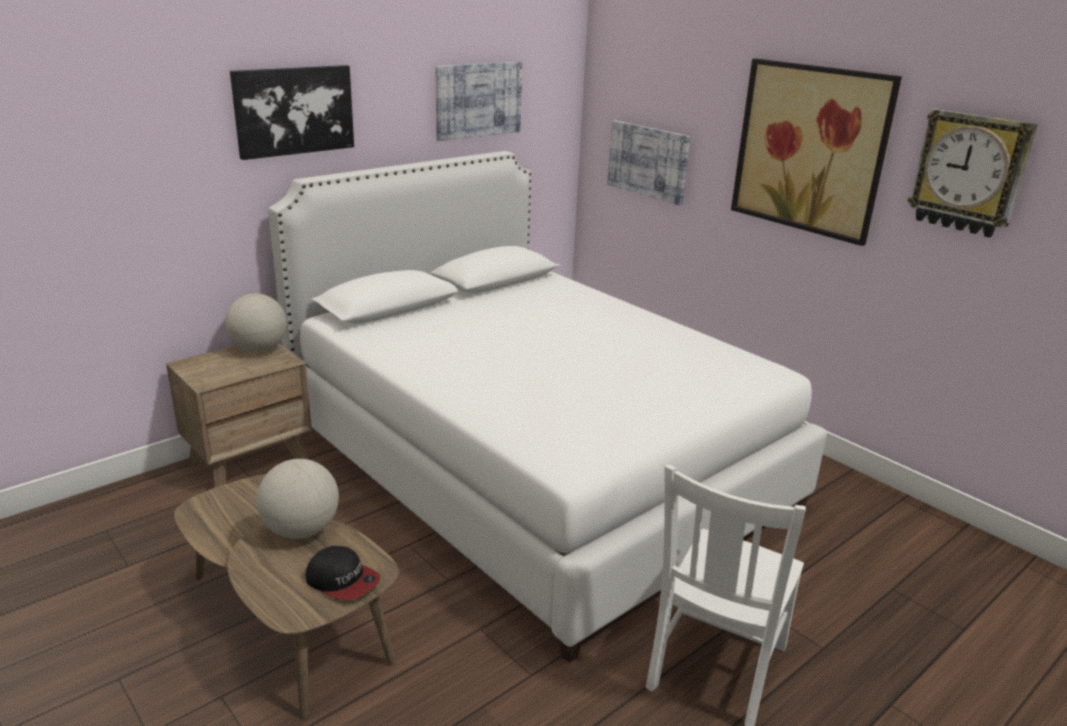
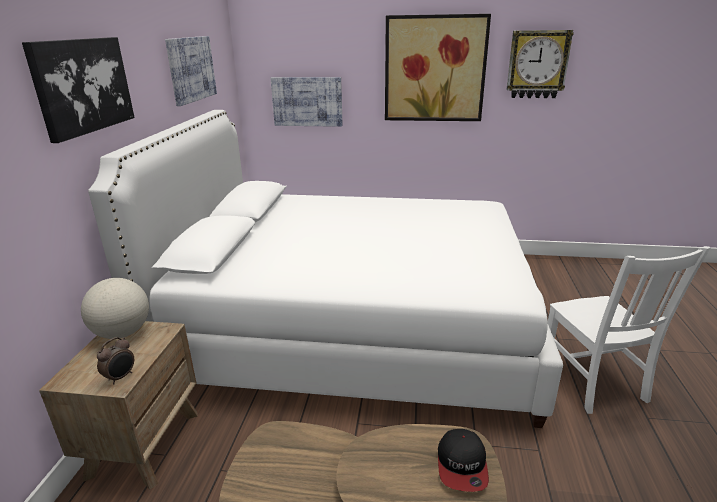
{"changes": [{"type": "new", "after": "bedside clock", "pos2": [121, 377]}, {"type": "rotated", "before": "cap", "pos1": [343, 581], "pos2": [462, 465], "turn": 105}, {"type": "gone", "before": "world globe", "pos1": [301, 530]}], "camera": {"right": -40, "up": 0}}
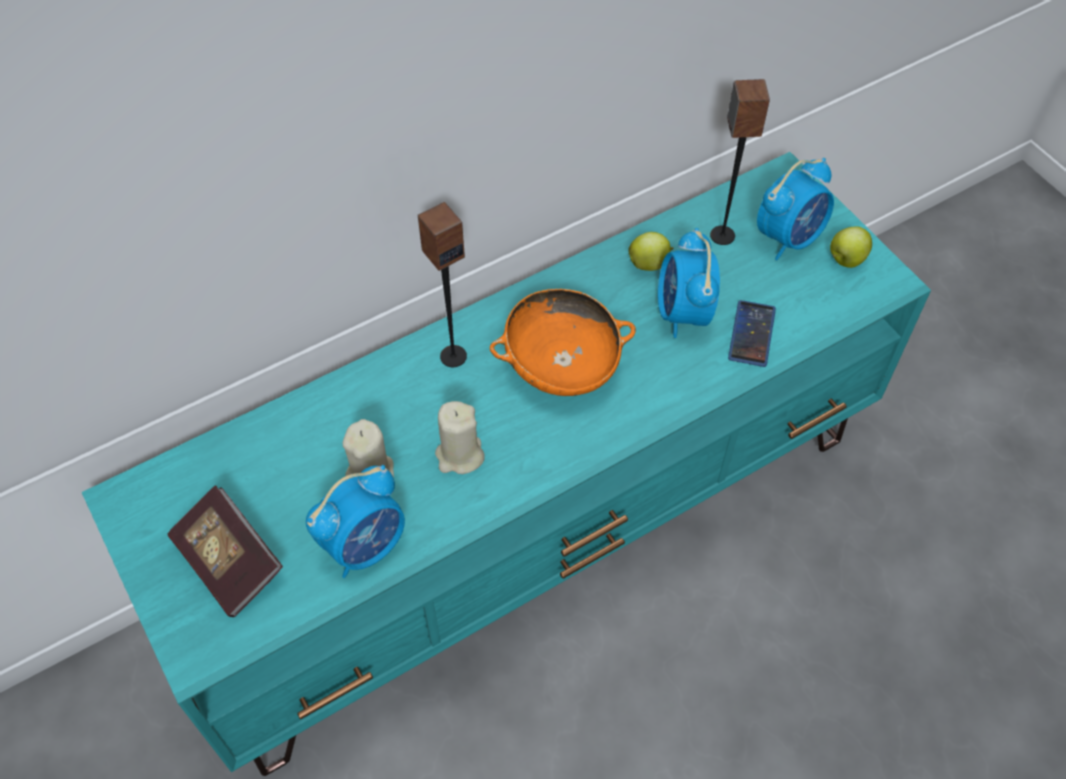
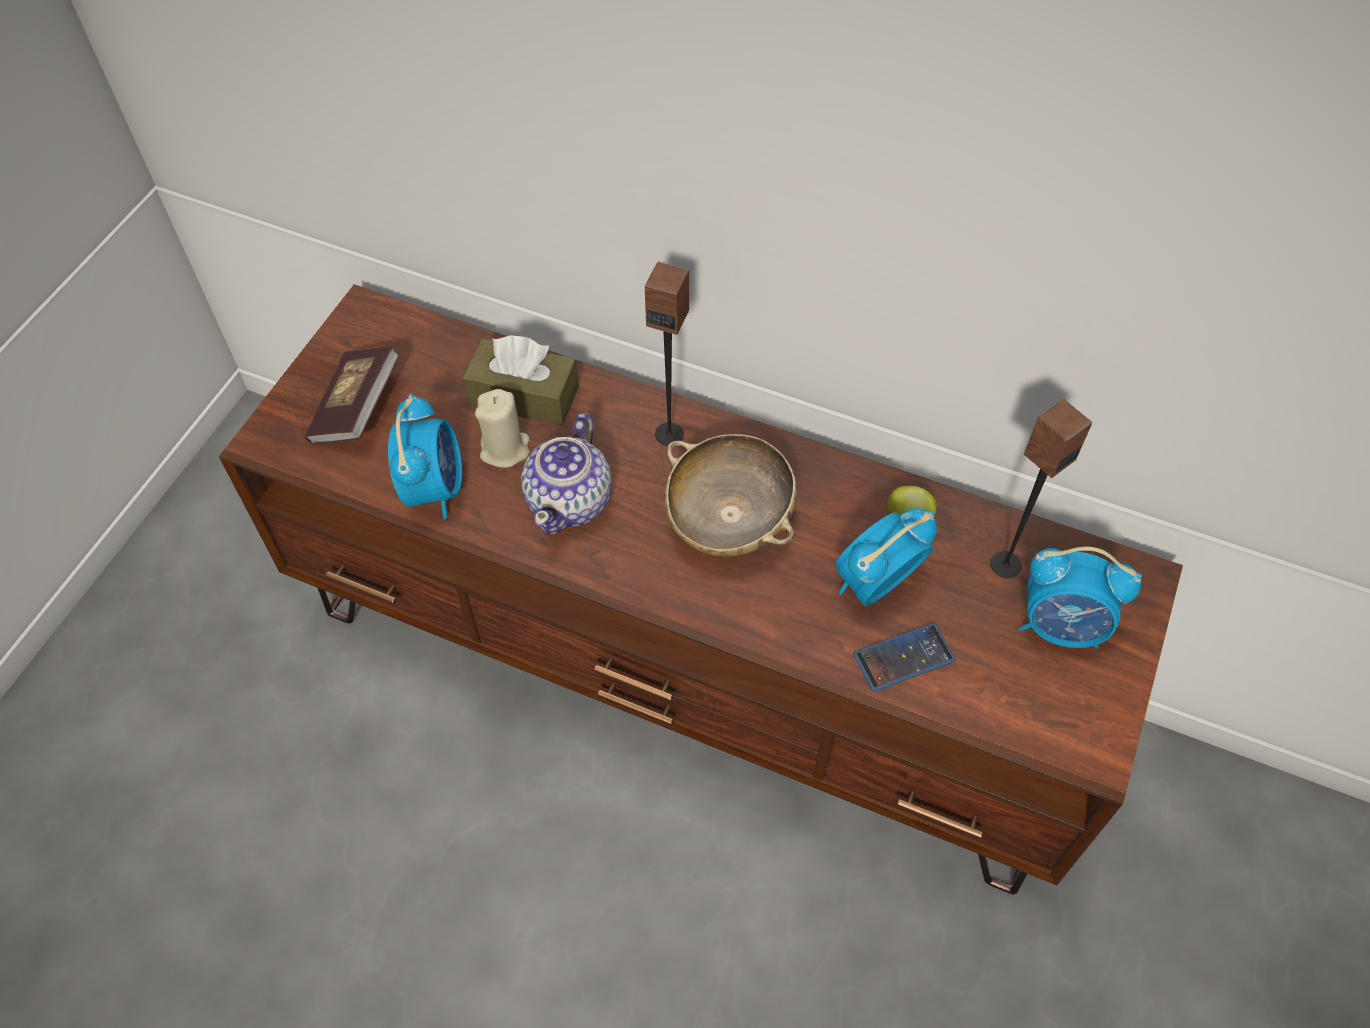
{"changes": [{"type": "repainted", "before": "blue-green tv stand", "after": "brownish tv stand", "pos1": [533, 528], "pos2": [689, 668]}, {"type": "rotated", "before": "bedside clock", "pos1": [365, 545], "pos2": [434, 488], "turn": -105}, {"type": "new", "after": "brownish tissue box", "pos2": [524, 396]}, {"type": "swapped", "before": "sand-coloured wax candle", "after": "teapot", "pos1": [459, 455], "pos2": [570, 500]}, {"type": "repainted", "before": "orangey deep dish", "after": "sand-coloured deep dish", "pos1": [562, 365], "pos2": [729, 520]}, {"type": "gone", "before": "whole apple", "pos1": [846, 259]}], "camera": {"right": 55, "up": 0}}
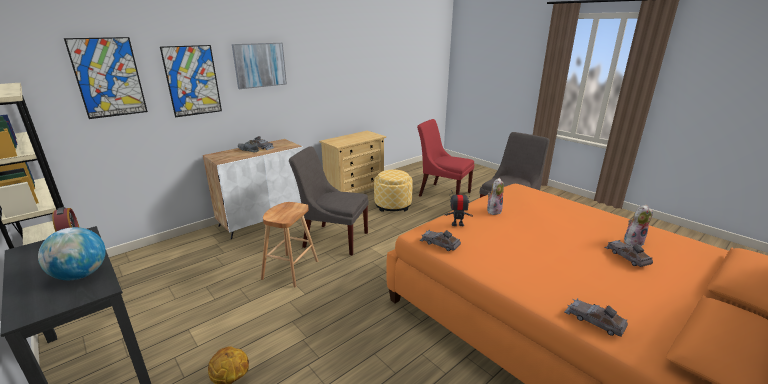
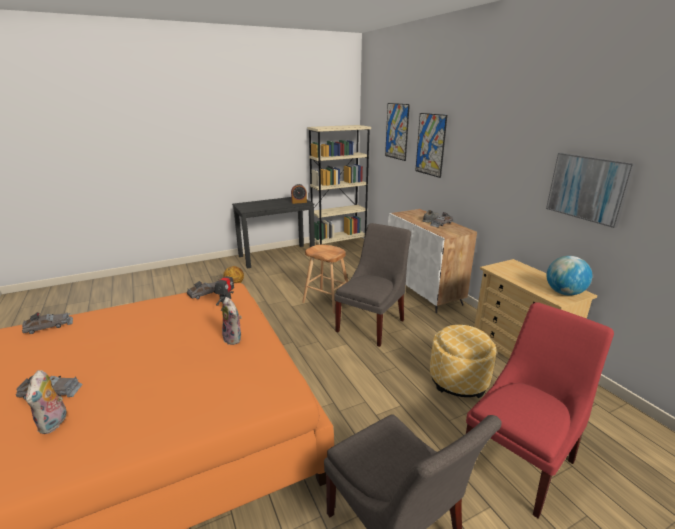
{"changes": [{"type": "shifted", "before": "wall art", "pos1": [260, 65], "pos2": [587, 188]}, {"type": "shifted", "before": "world globe", "pos1": [81, 275], "pos2": [564, 293]}], "camera": {"right": 105, "up": 0}}
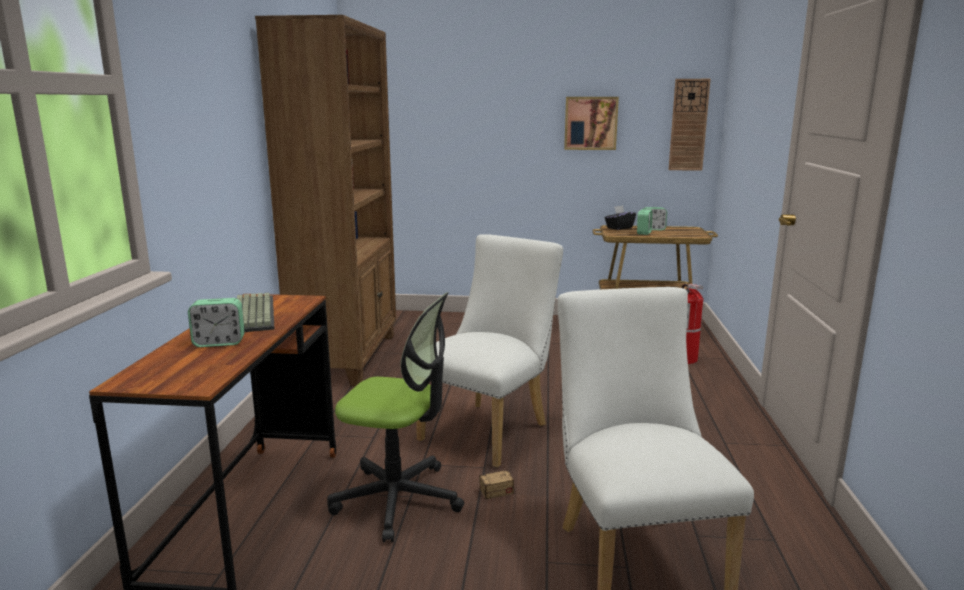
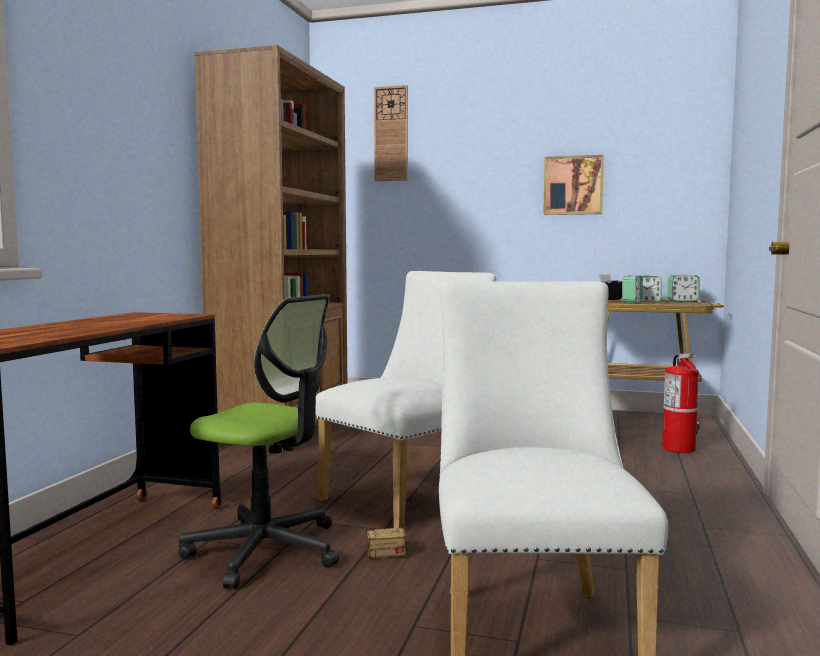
{"changes": [{"type": "shifted", "before": "wall clock", "pos1": [688, 125], "pos2": [391, 134]}, {"type": "shifted", "before": "bedside clock", "pos1": [219, 343], "pos2": [682, 300]}, {"type": "gone", "before": "PC keyboard", "pos1": [251, 314]}], "camera": {"right": 10, "up": -10}}
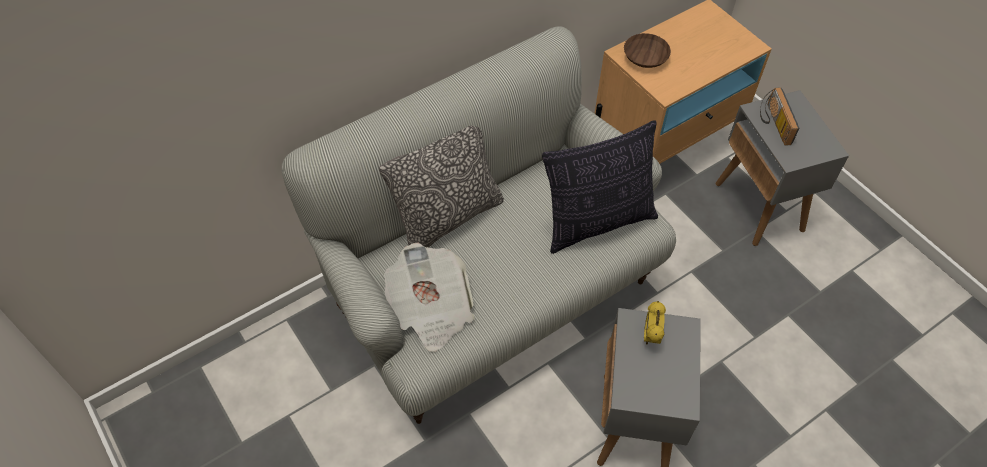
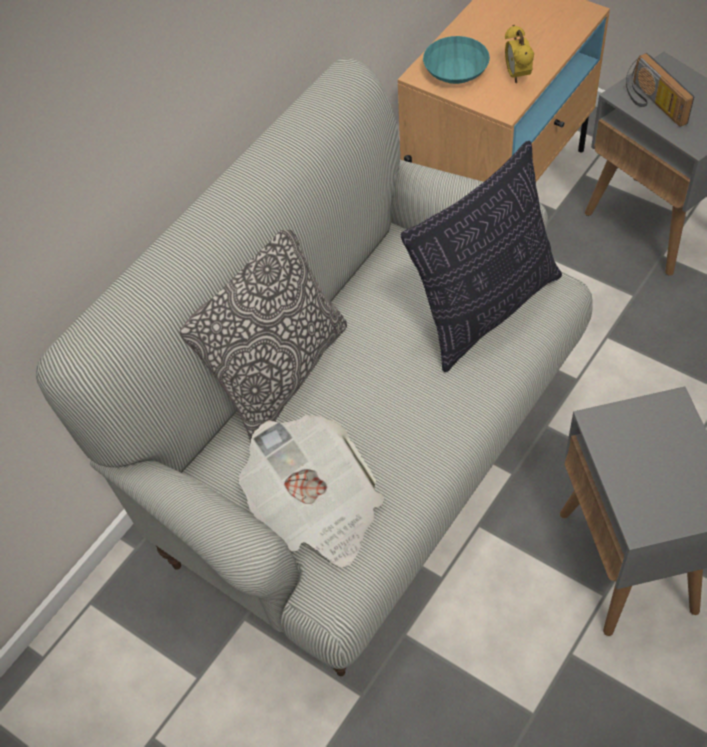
{"changes": [{"type": "repainted", "before": "brownish deep dish", "after": "blue-green deep dish", "pos1": [645, 59], "pos2": [456, 72]}, {"type": "shifted", "before": "bedside clock", "pos1": [650, 336], "pos2": [517, 75]}], "camera": {"right": -15, "up": 0}}
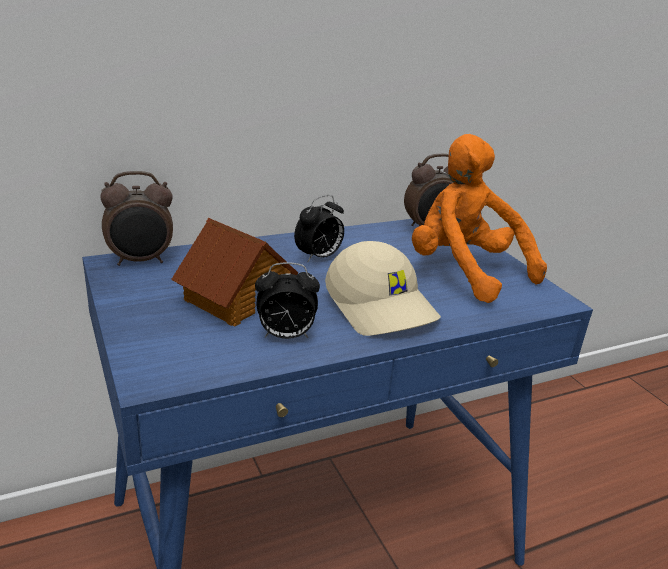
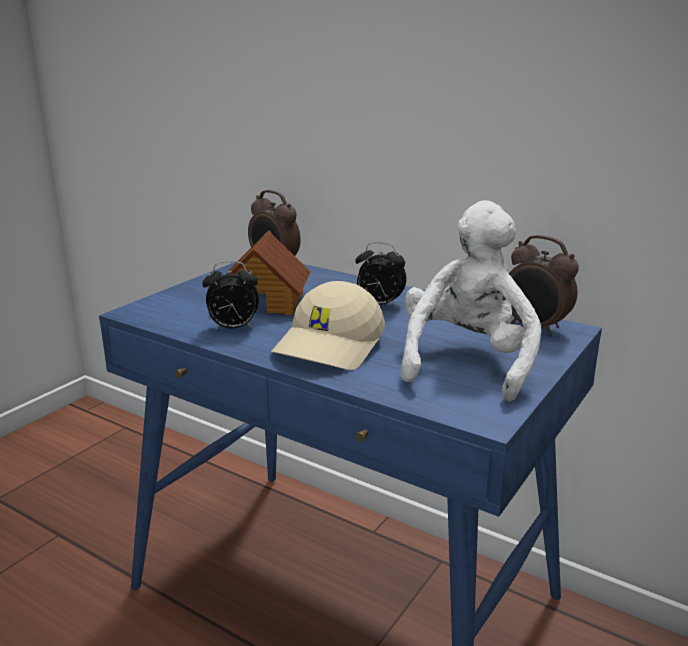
{"changes": [{"type": "rotated", "before": "bedside clock", "pos1": [285, 336], "pos2": [233, 329], "turn": -60}, {"type": "repainted", "before": "orangey soft toy", "after": "white soft toy", "pos1": [464, 271], "pos2": [466, 362]}], "camera": {"right": 60, "up": -5}}
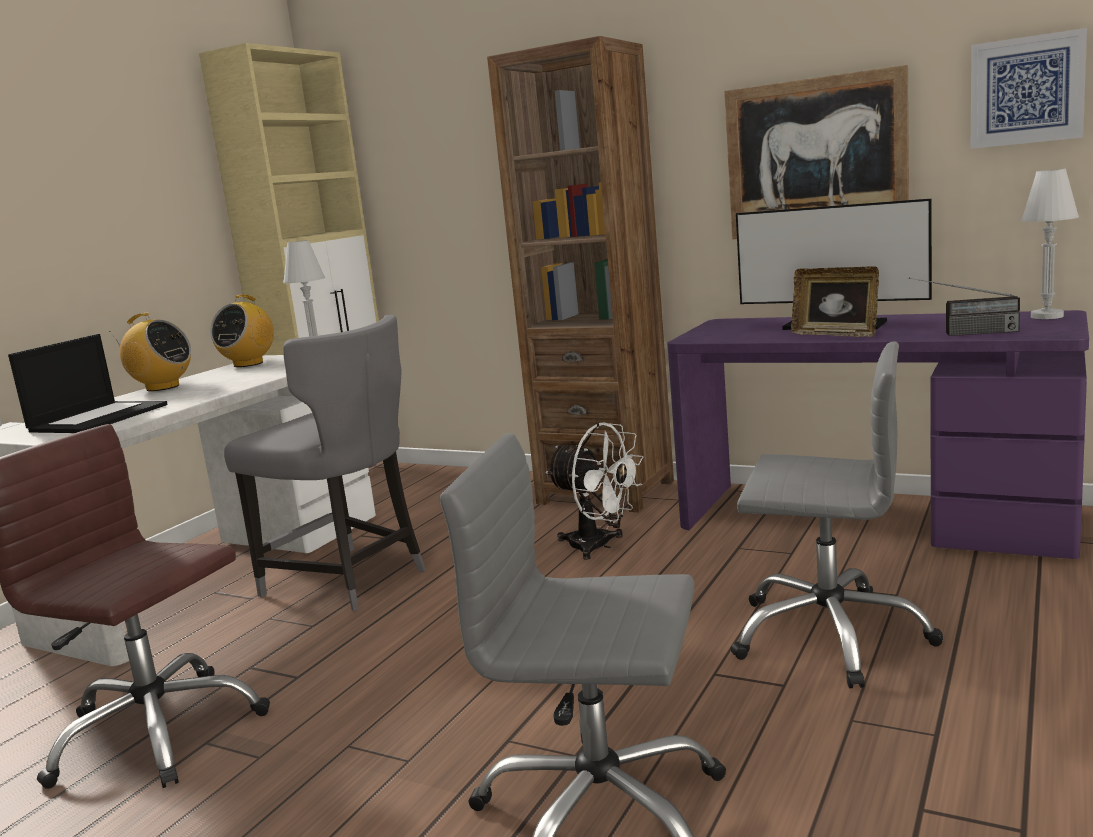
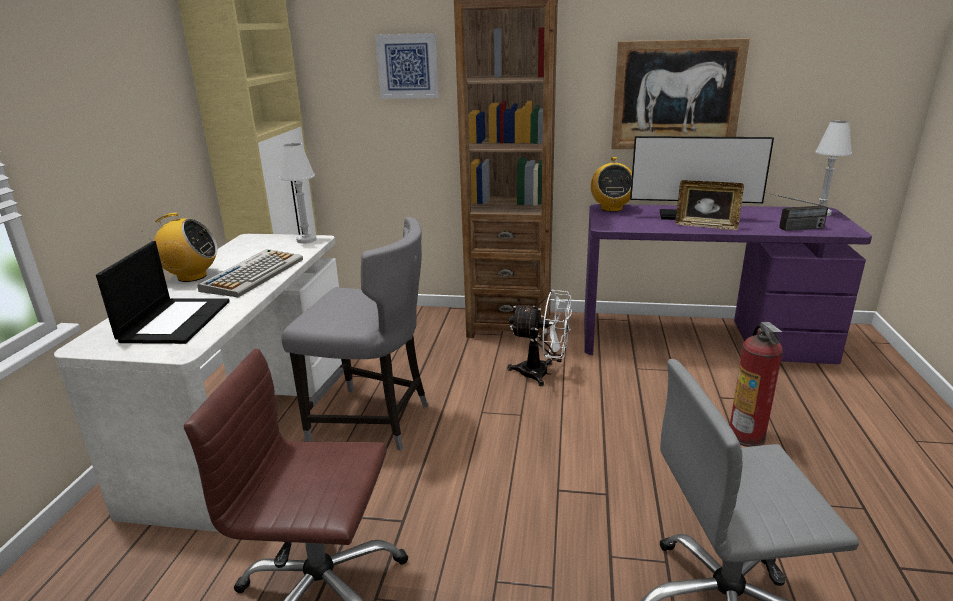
{"changes": [{"type": "new", "after": "PC keyboard", "pos2": [253, 274]}, {"type": "shifted", "before": "wall art", "pos1": [1026, 90], "pos2": [408, 66]}, {"type": "shifted", "before": "radio", "pos1": [248, 364], "pos2": [611, 208]}, {"type": "swapped", "before": "greyish desk chair", "after": "fire-fighting cylinder", "pos1": [830, 635], "pos2": [747, 436]}], "camera": {"right": -20, "up": 10}}
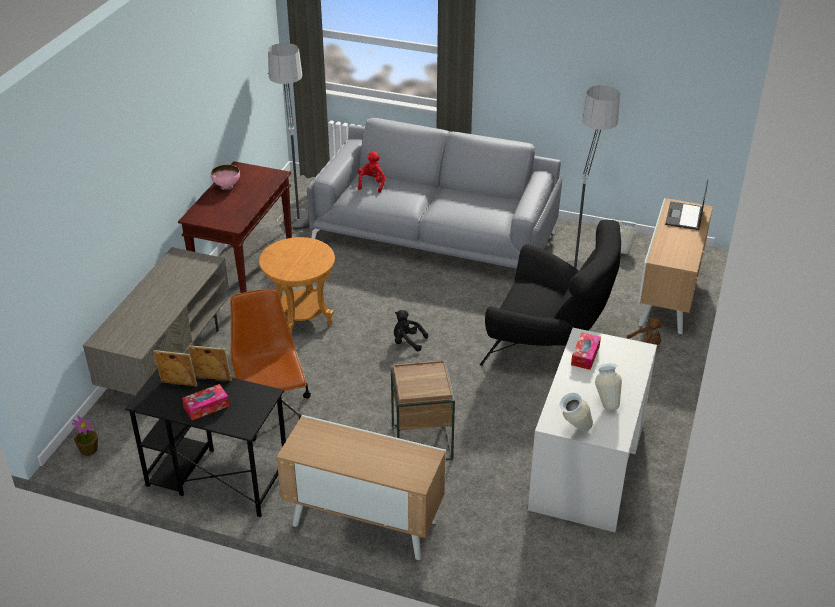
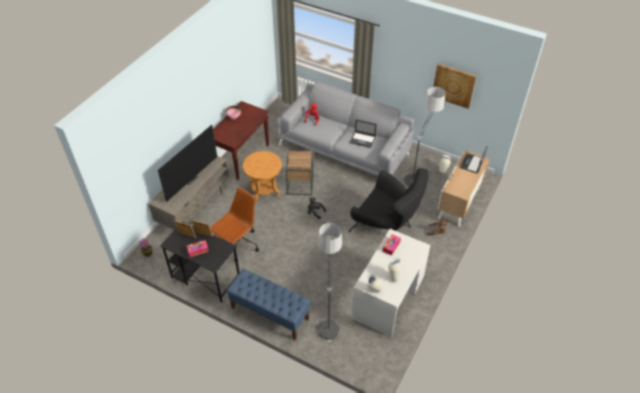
{"changes": [{"type": "new", "after": "TV set", "pos2": [190, 178]}, {"type": "rotated", "before": "brownish desk chair", "pos1": [271, 413], "pos2": [238, 245], "turn": 45}, {"type": "swapped", "before": "storage cabinet", "after": "blue indoor bench", "pos1": [363, 523], "pos2": [269, 313]}, {"type": "shifted", "before": "brownish accent table", "pos1": [421, 442], "pos2": [300, 186]}, {"type": "shifted", "before": "standard lamp", "pos1": [295, 208], "pos2": [327, 315]}, {"type": "new", "after": "laptop", "pos2": [363, 140]}, {"type": "new", "after": "wall art", "pos2": [453, 85]}], "camera": {"right": 10, "up": 10}}
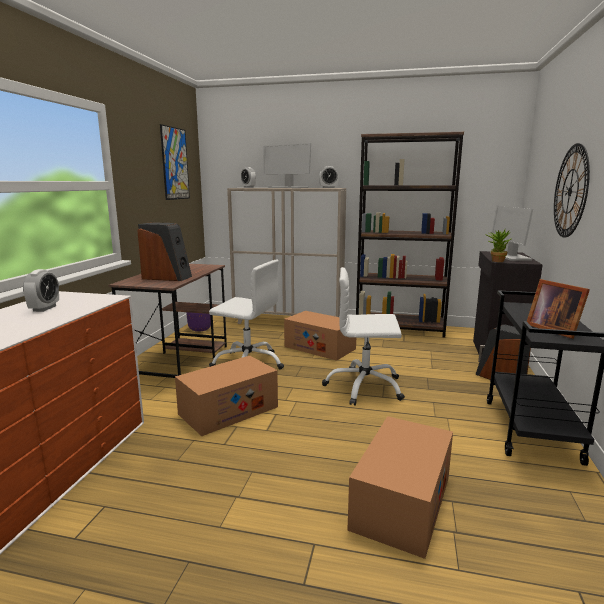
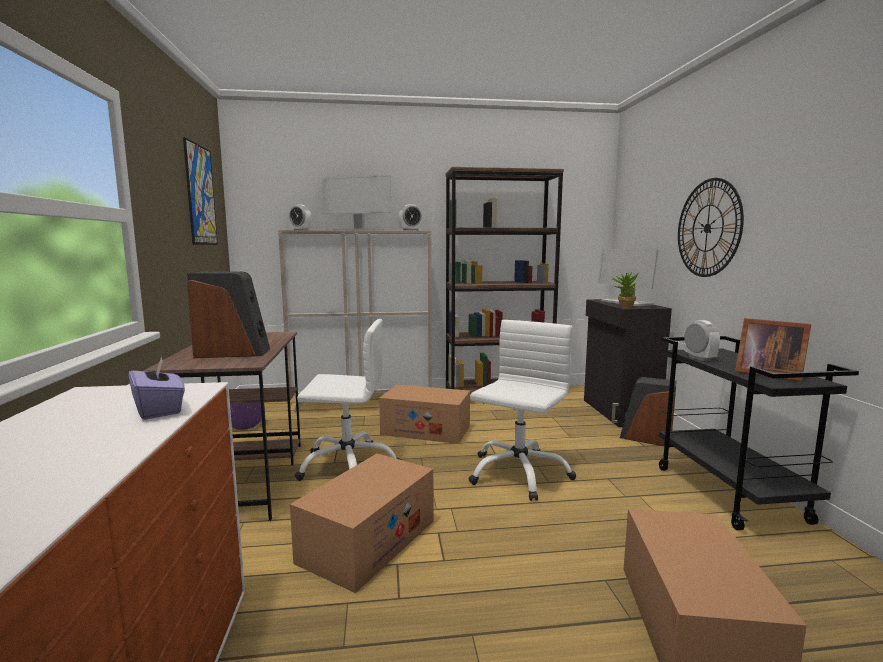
{"changes": [{"type": "new", "after": "purple-coloured tissue box", "pos2": [159, 409]}, {"type": "rotated", "before": "white desk chair", "pos1": [364, 387], "pos2": [518, 473], "turn": 135}, {"type": "shifted", "before": "bedside clock", "pos1": [44, 308], "pos2": [699, 358]}], "camera": {"right": -20, "up": -5}}
